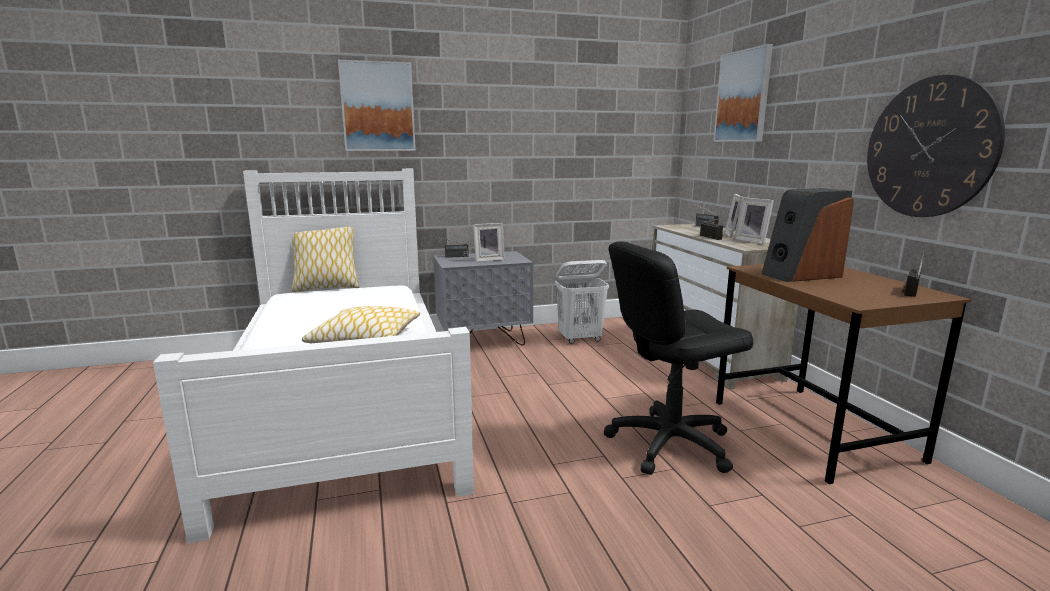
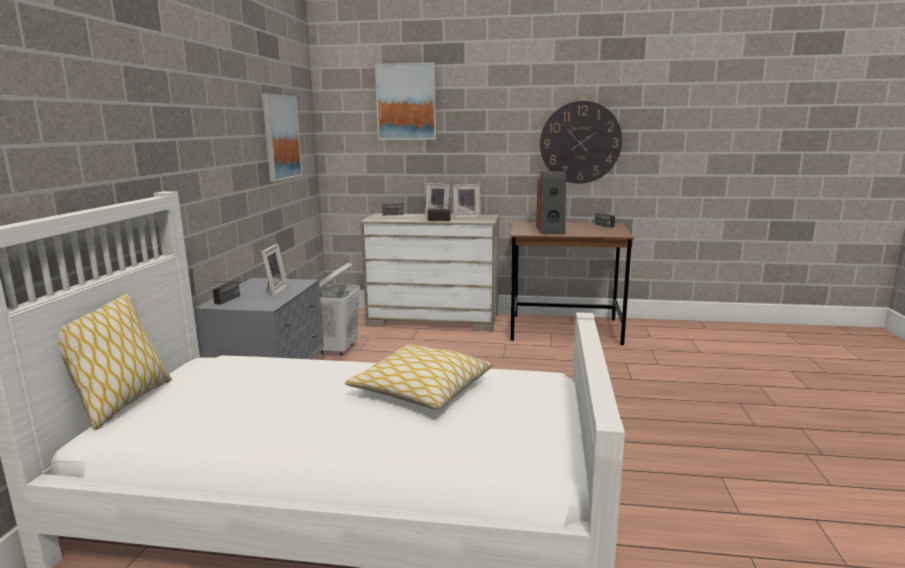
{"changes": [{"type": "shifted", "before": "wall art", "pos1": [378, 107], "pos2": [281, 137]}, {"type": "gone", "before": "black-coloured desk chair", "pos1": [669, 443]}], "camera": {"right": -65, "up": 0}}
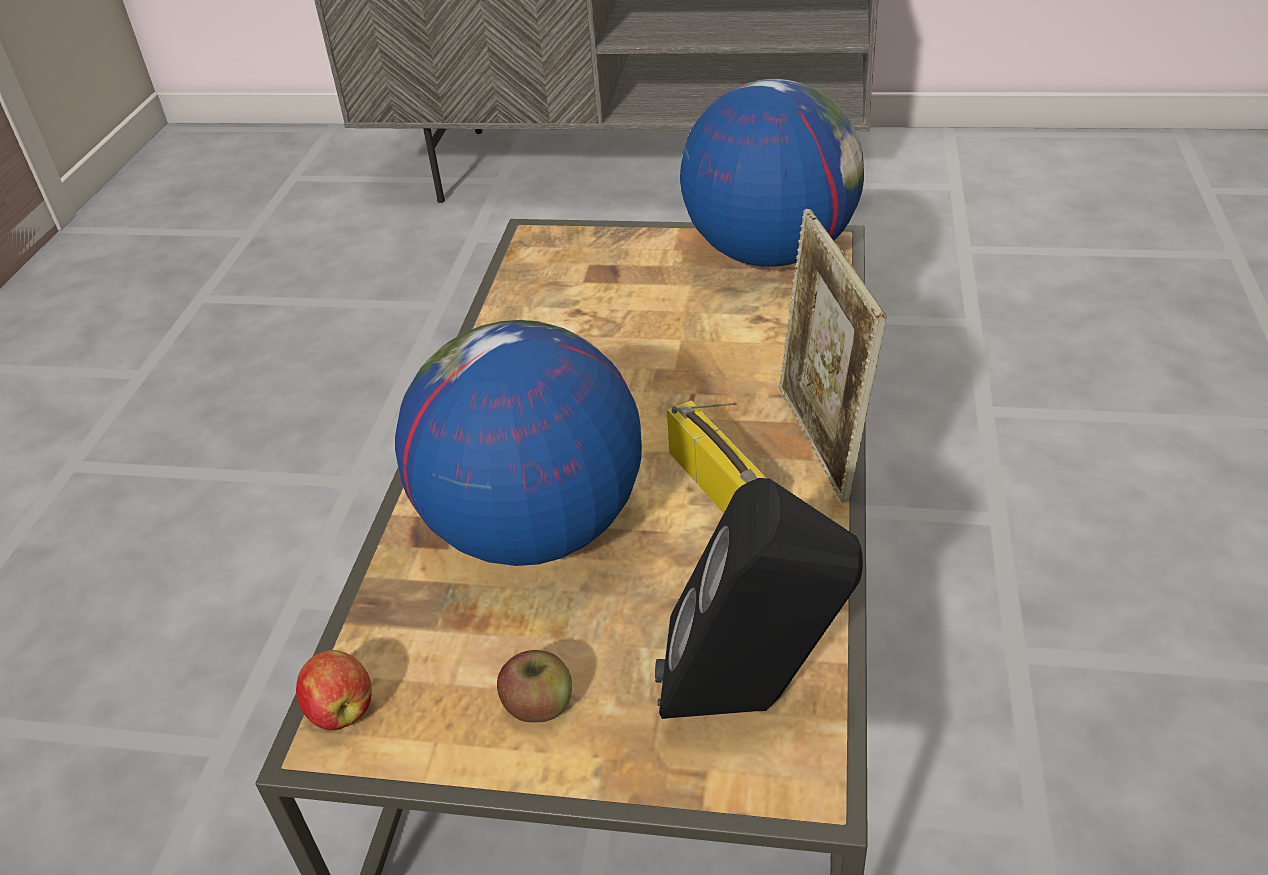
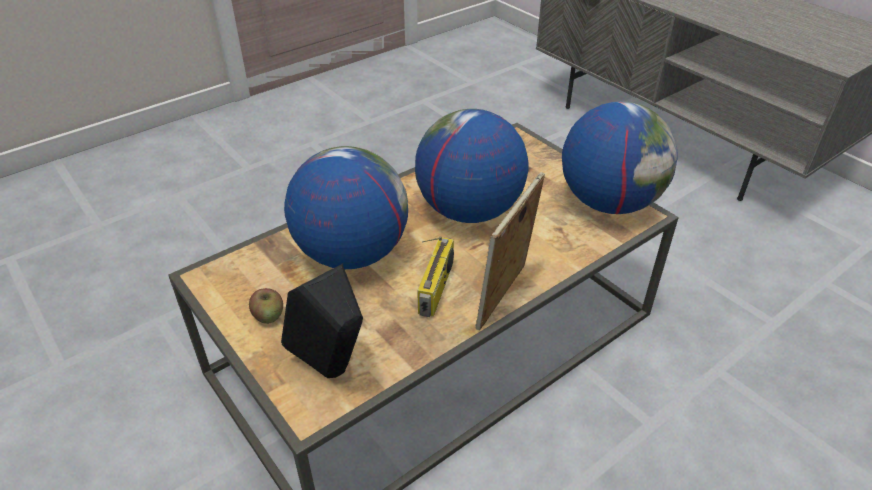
{"changes": [{"type": "new", "after": "world globe", "pos2": [468, 211]}, {"type": "gone", "before": "whole apple", "pos1": [341, 709]}], "camera": {"right": 40, "up": 0}}
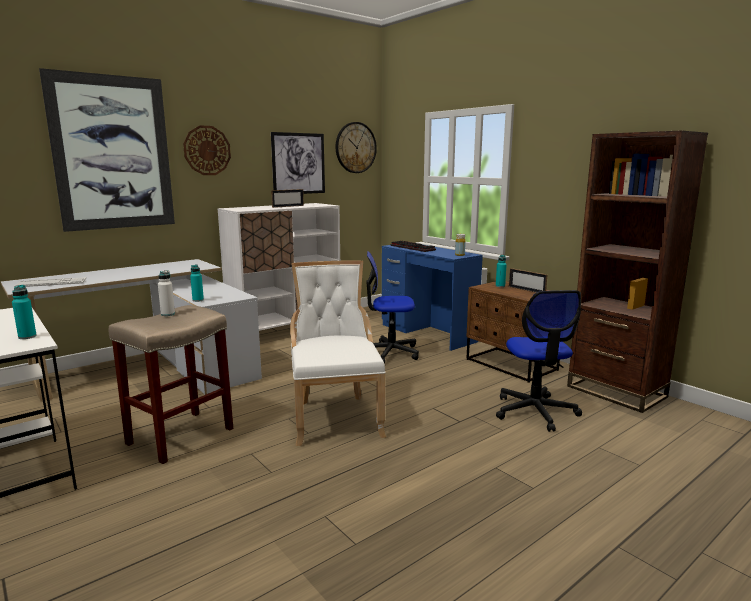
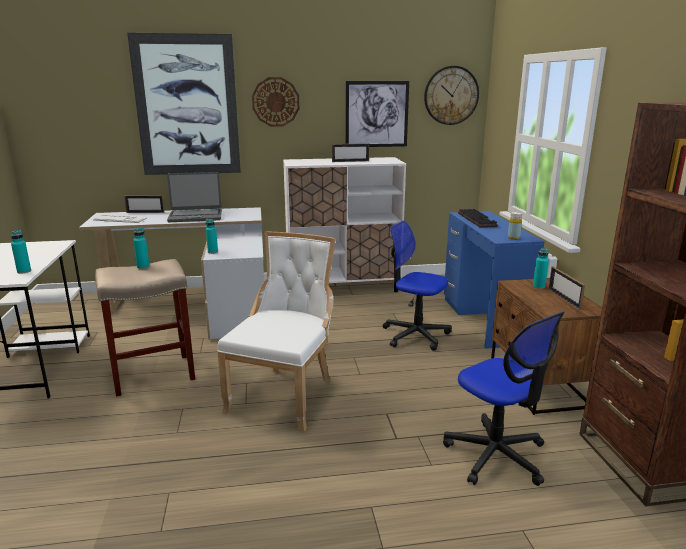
{"changes": [{"type": "new", "after": "standing frame", "pos2": [145, 212]}, {"type": "repainted", "before": "white drink bottle", "after": "blue-green drink bottle", "pos1": [168, 314], "pos2": [143, 267]}, {"type": "new", "after": "laptop", "pos2": [195, 216]}, {"type": "rotated", "before": "desk chair", "pos1": [535, 412], "pos2": [496, 455], "turn": -60}], "camera": {"right": 30, "up": 5}}
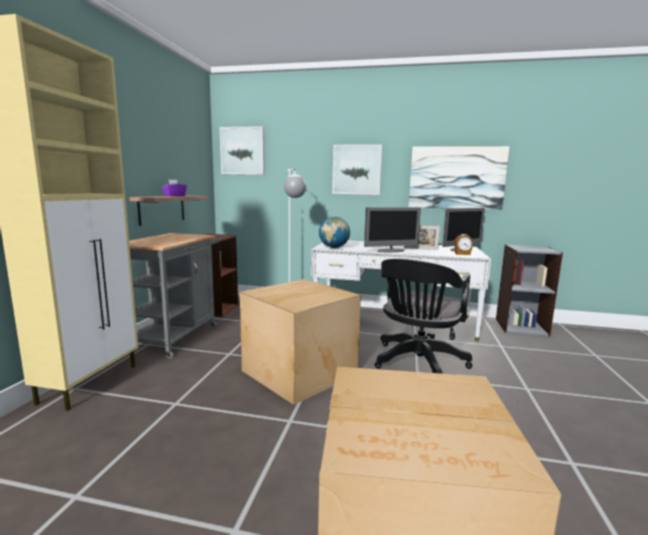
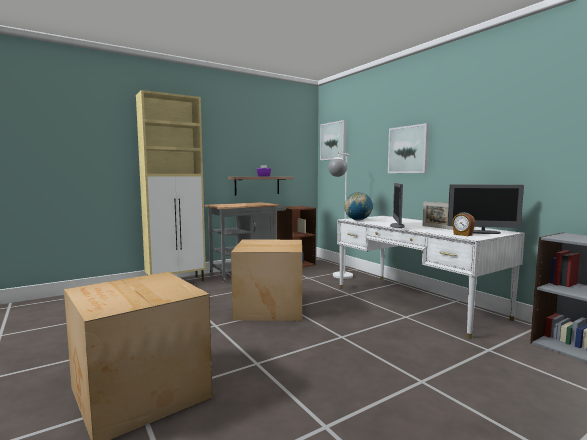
{"changes": [{"type": "rotated", "before": "computer screen", "pos1": [391, 251], "pos2": [397, 226], "turn": 75}, {"type": "gone", "before": "black-coloured desk chair", "pos1": [417, 364]}, {"type": "gone", "before": "wall art", "pos1": [456, 178]}], "camera": {"right": 45, "up": -5}}
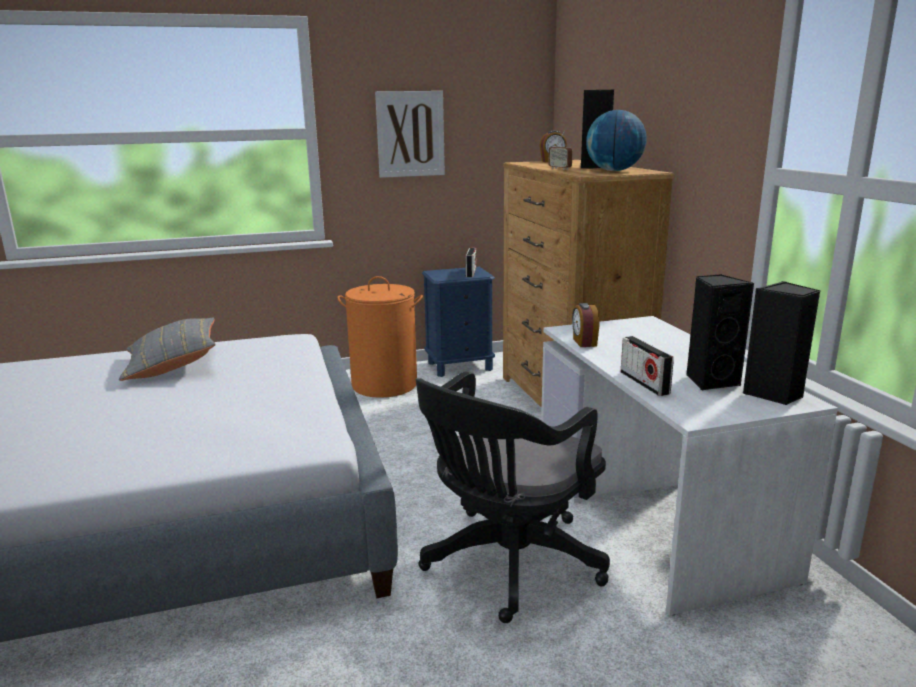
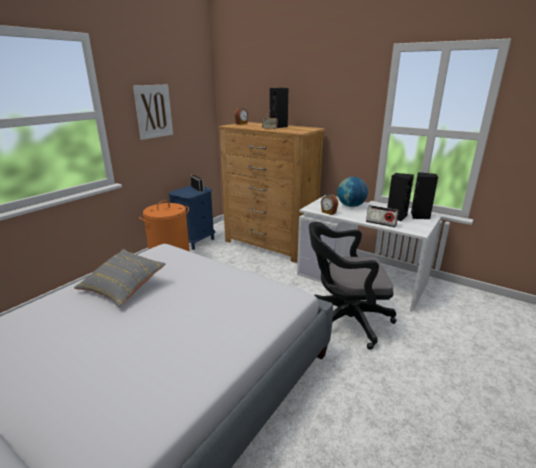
{"changes": [{"type": "rotated", "before": "black-coloured desk chair", "pos1": [507, 564], "pos2": [344, 320], "turn": 90}, {"type": "shifted", "before": "world globe", "pos1": [614, 171], "pos2": [351, 206]}], "camera": {"right": -40, "up": 5}}
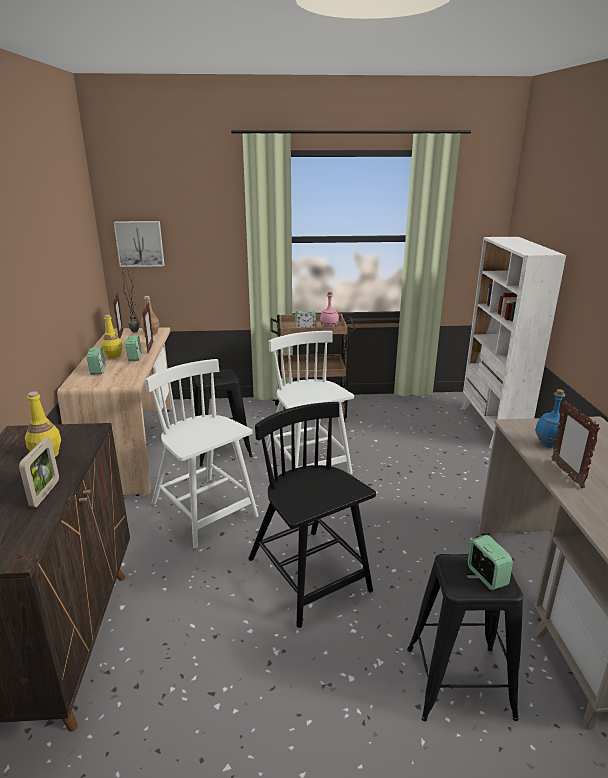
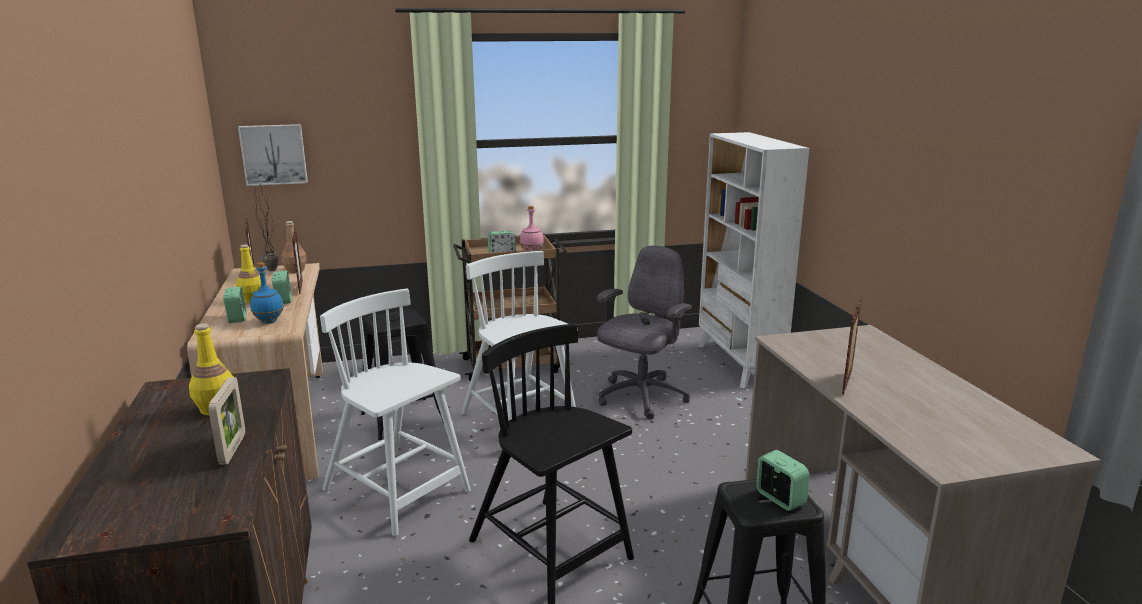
{"changes": [{"type": "shifted", "before": "blue drink bottle", "pos1": [548, 444], "pos2": [269, 321]}, {"type": "new", "after": "greyish desk chair", "pos2": [641, 398]}, {"type": "rotated", "before": "standing frame", "pos1": [566, 473], "pos2": [847, 382], "turn": 45}], "camera": {"right": -10, "up": -5}}
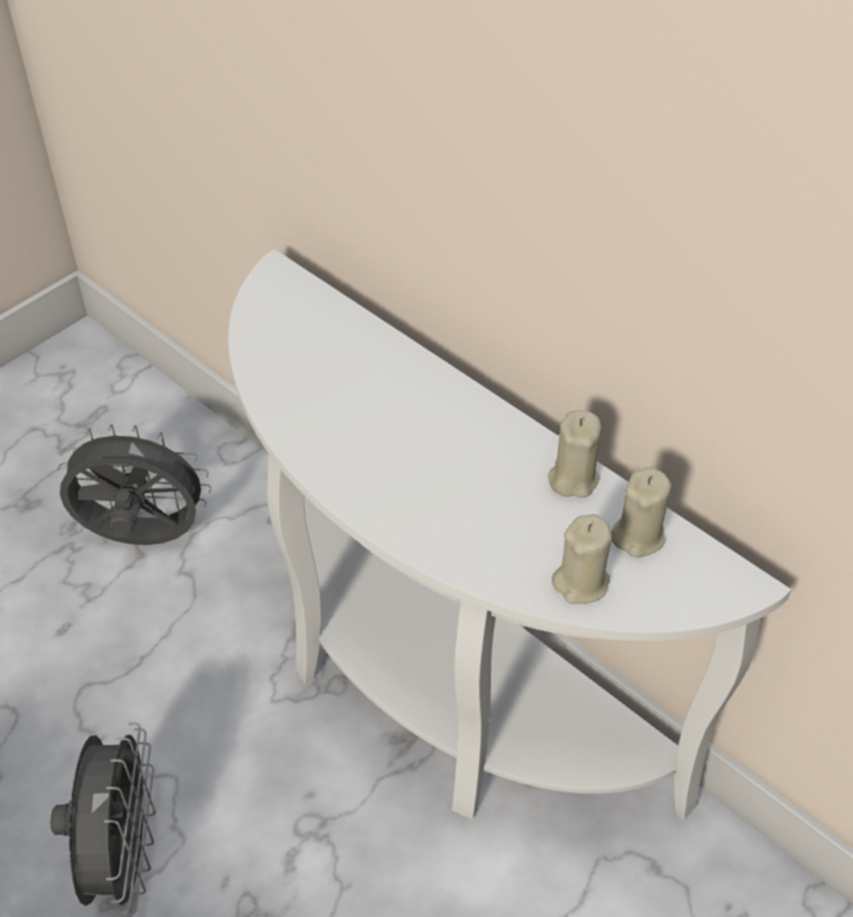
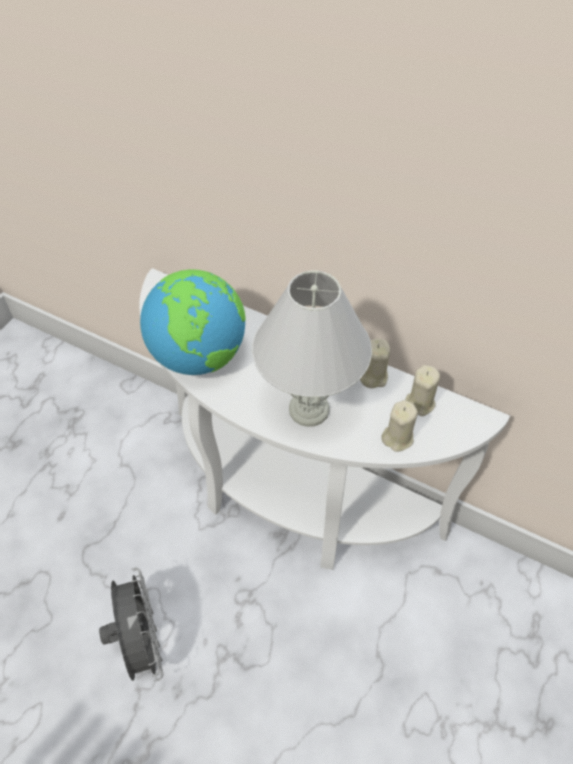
{"changes": [{"type": "new", "after": "world globe", "pos2": [199, 355]}, {"type": "new", "after": "white lamp for a table", "pos2": [309, 410]}, {"type": "gone", "before": "greyish cooling fan", "pos1": [142, 539]}], "camera": {"right": -15, "up": 5}}
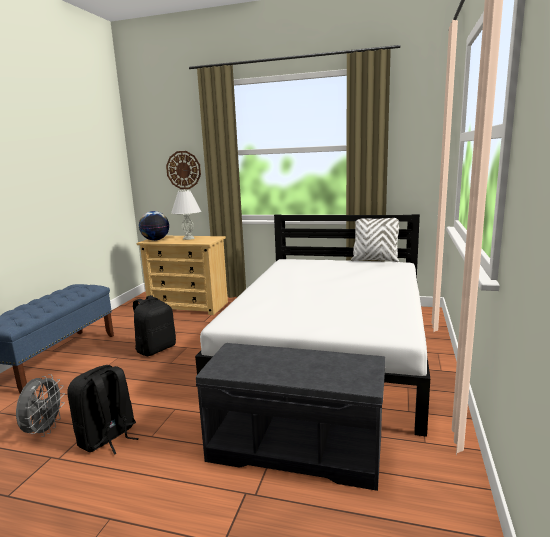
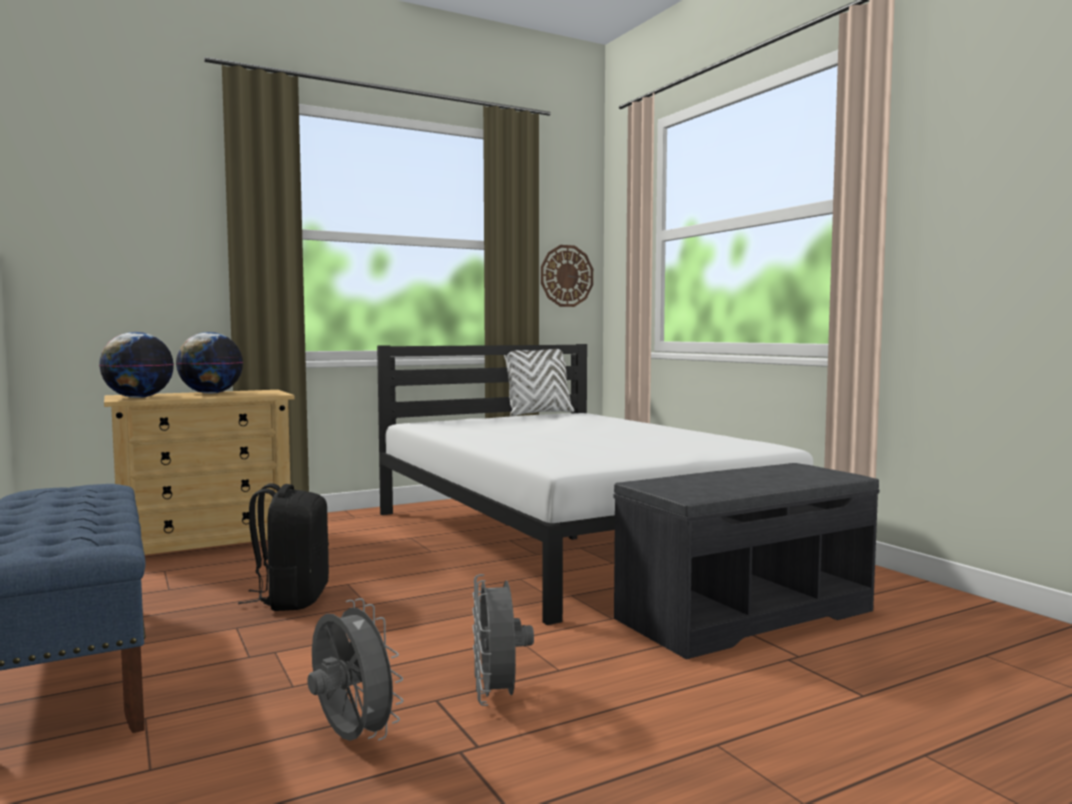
{"changes": [{"type": "swapped", "before": "white lamp for a table", "after": "world globe", "pos1": [188, 238], "pos2": [210, 393]}, {"type": "swapped", "before": "black-coloured knapsack", "after": "greyish cooling fan", "pos1": [107, 438], "pos2": [497, 697]}, {"type": "shifted", "before": "wall clock", "pos1": [183, 170], "pos2": [566, 276]}], "camera": {"right": -45, "up": -10}}
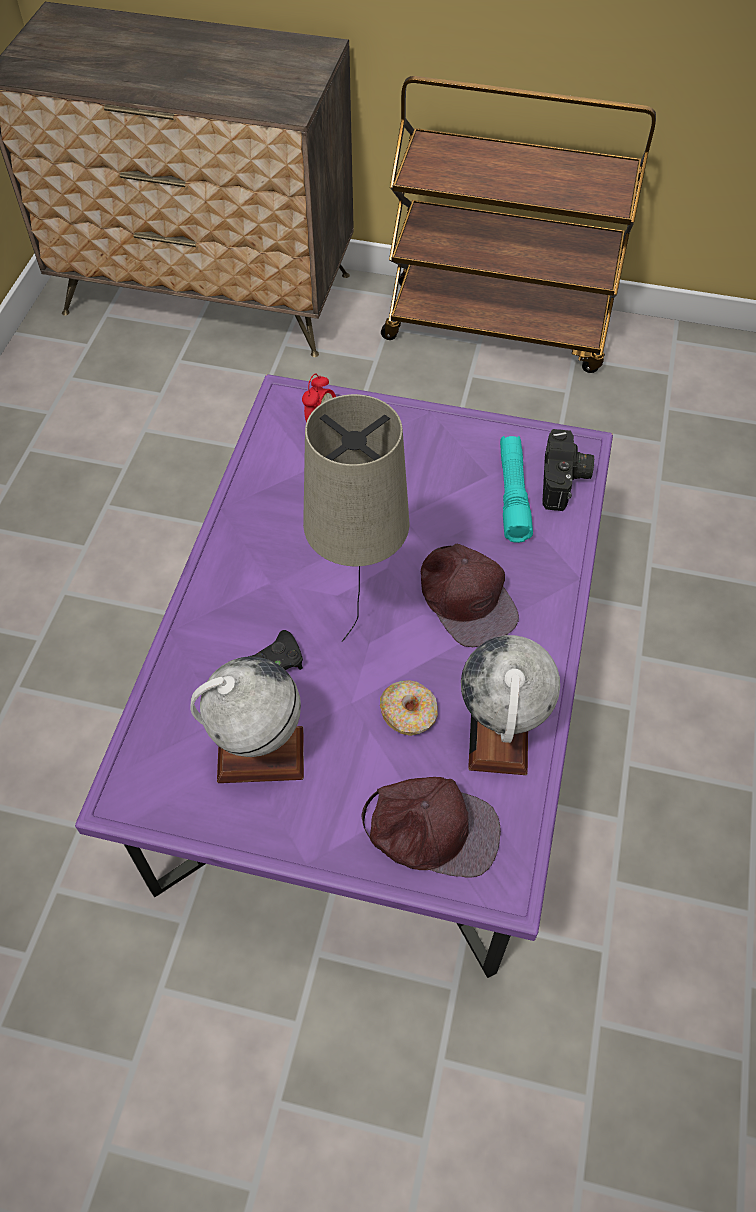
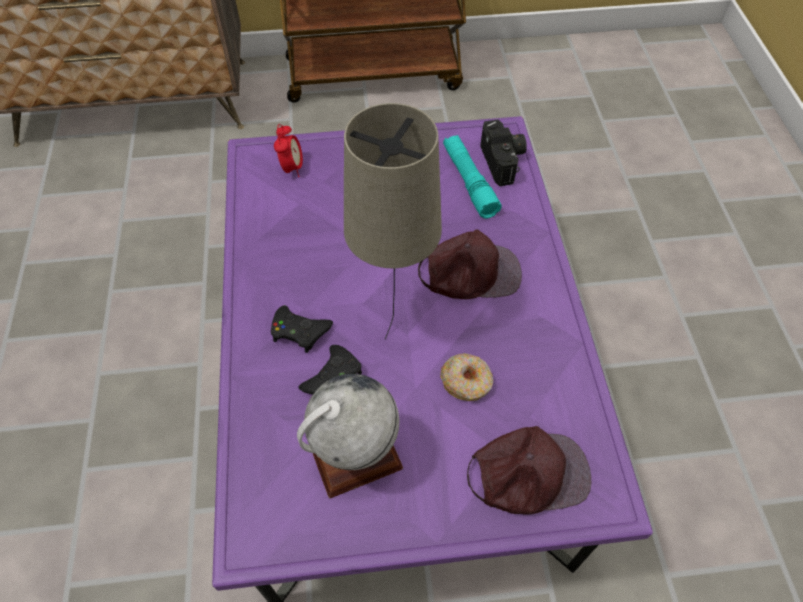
{"changes": [{"type": "new", "after": "black-coloured joypad", "pos2": [299, 331]}, {"type": "rotated", "before": "brownish cap", "pos1": [466, 597], "pos2": [469, 272], "turn": -45}, {"type": "gone", "before": "world globe", "pos1": [499, 734]}], "camera": {"right": -20, "up": 0}}
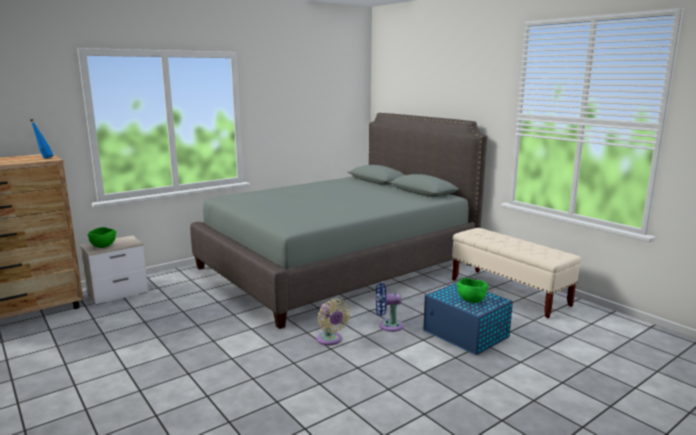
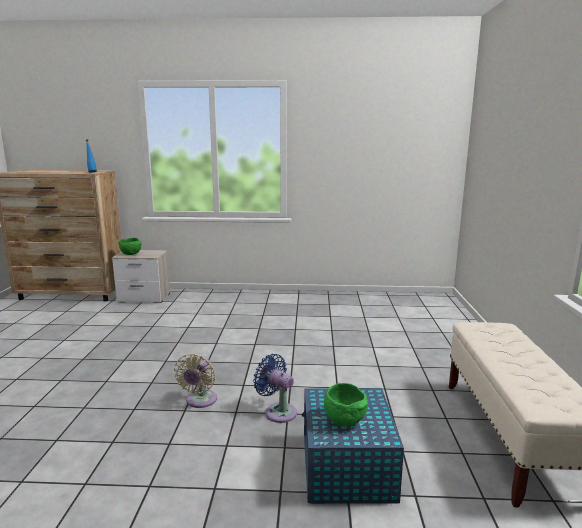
{"changes": [{"type": "gone", "before": "greyish bedroom bed", "pos1": [338, 266]}], "camera": {"right": 40, "up": 0}}
